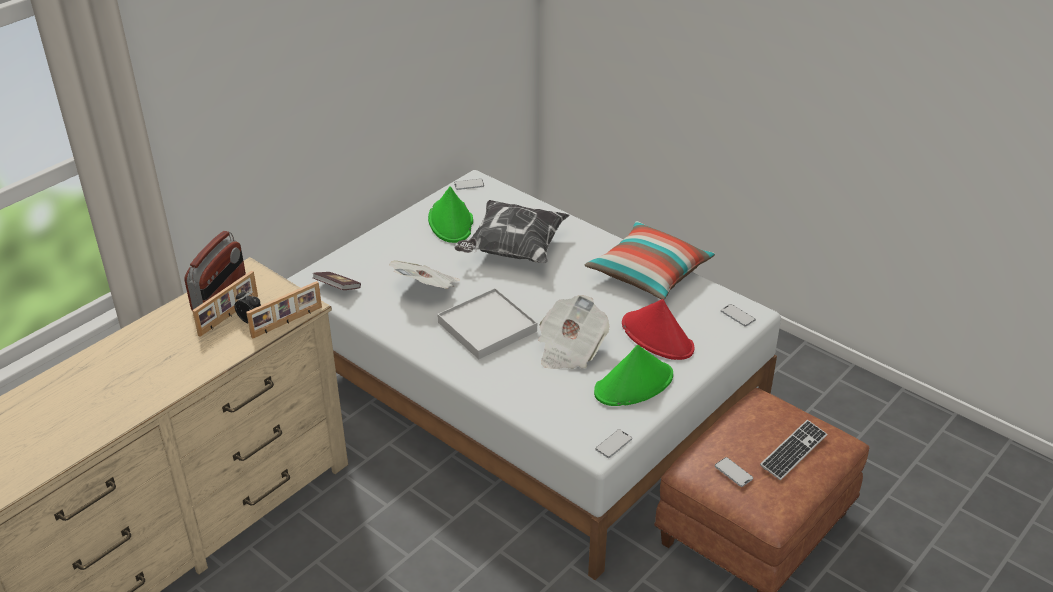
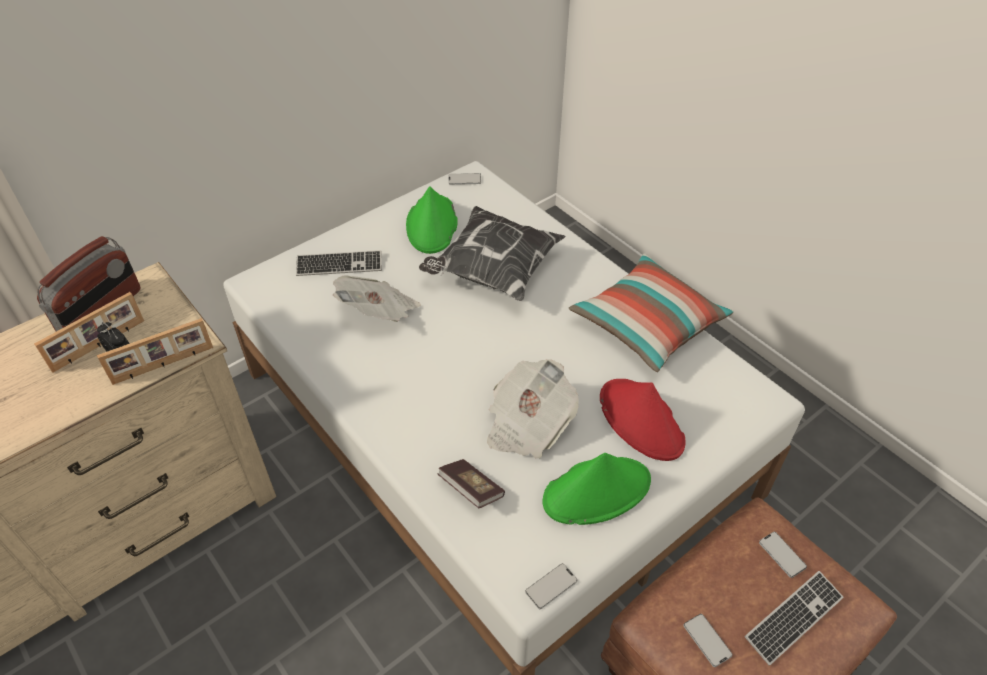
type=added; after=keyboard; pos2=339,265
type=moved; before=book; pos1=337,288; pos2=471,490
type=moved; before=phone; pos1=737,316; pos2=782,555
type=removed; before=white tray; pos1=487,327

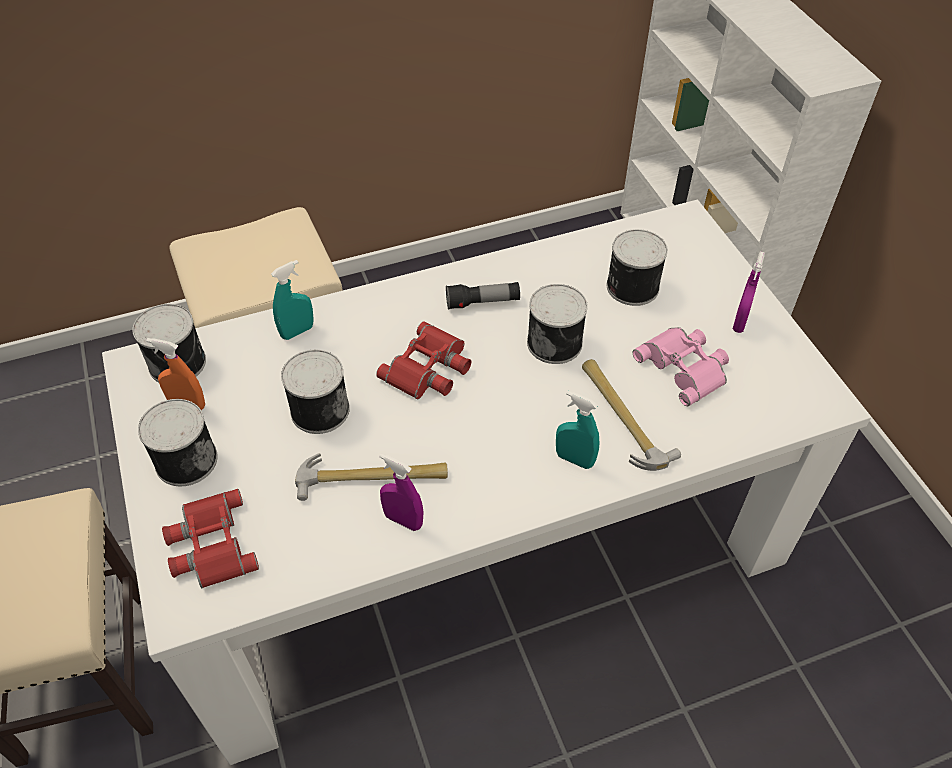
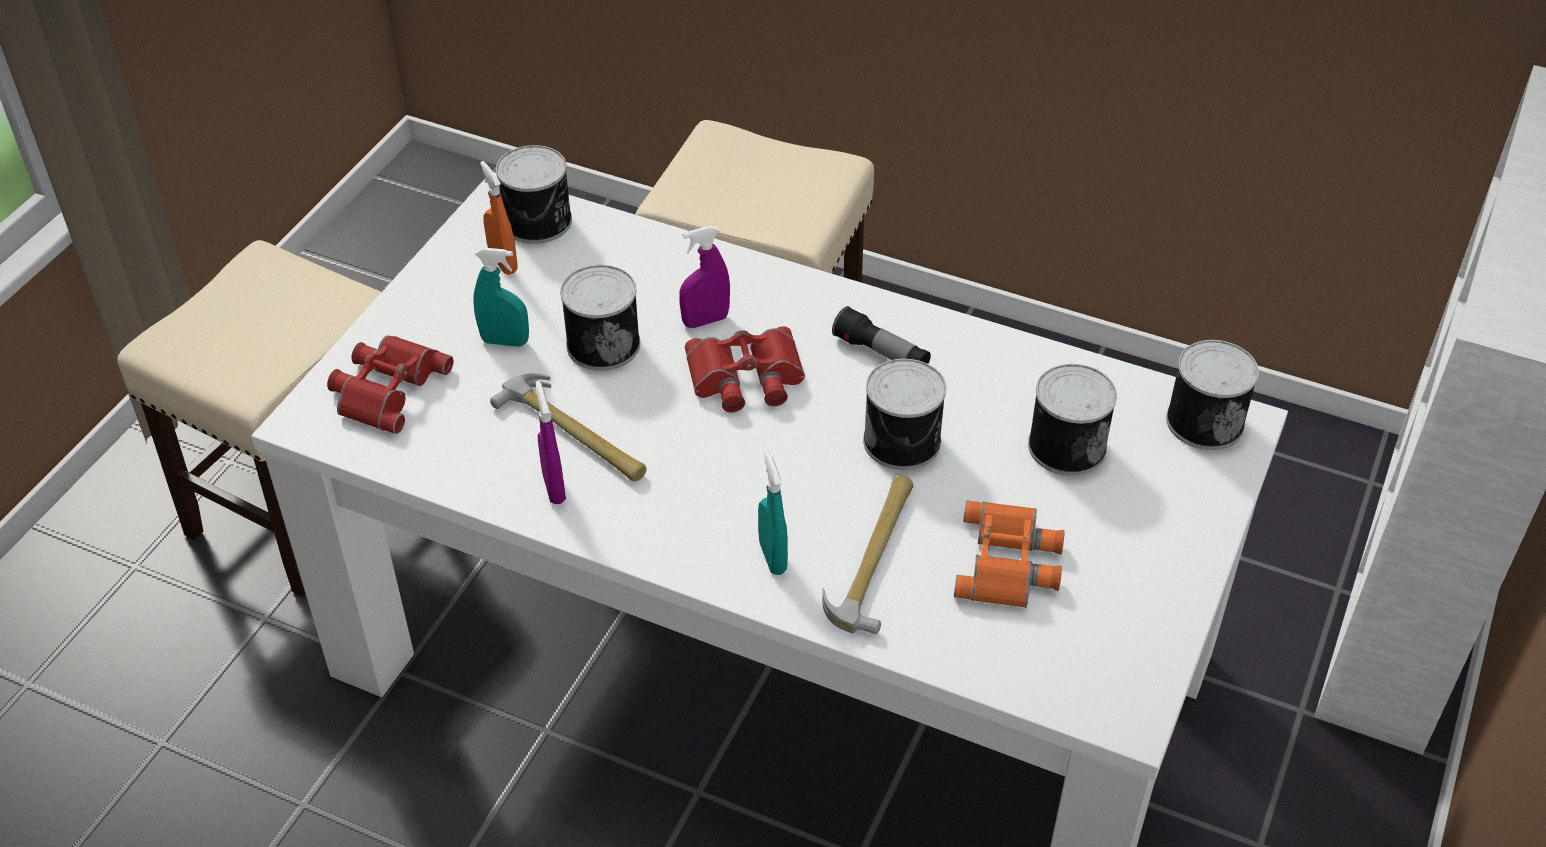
type=moved; before=turquoise spray bottle; pos1=297,331; pos2=505,341
type=moved; before=purple spray bottle; pos1=739,322; pos2=705,321
type=recoloured; before=pink binoculars; after=orange binoculars; pos1=685,367; pos2=1010,562
type=moved; before=can; pos1=185,459; pos2=1204,420

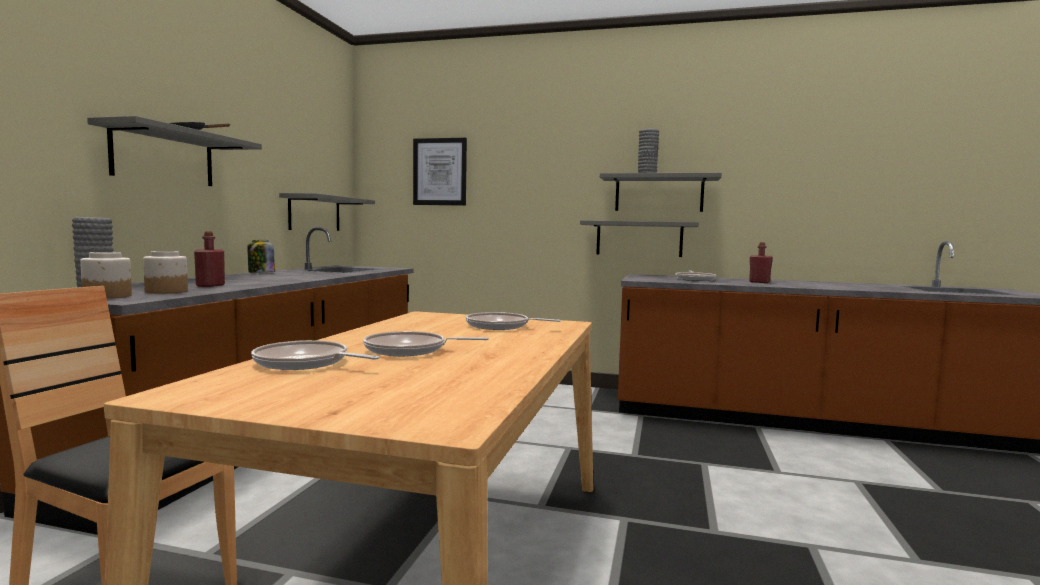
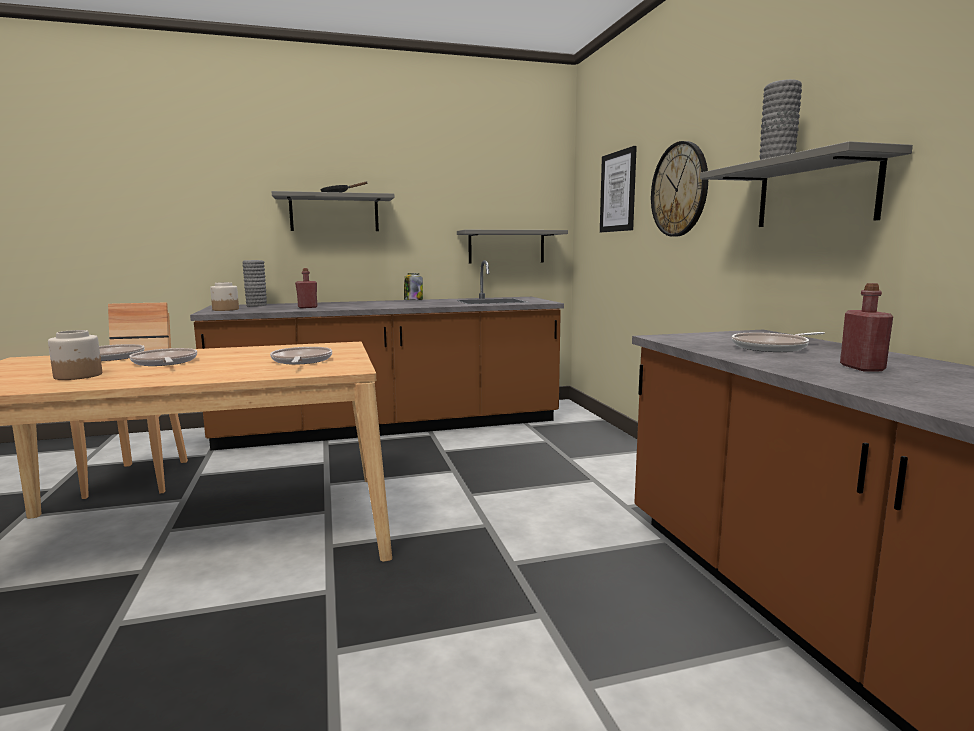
type=moved; before=jar; pos1=166,291; pos2=77,376
type=added; after=wall clock; pos2=679,189
type=removed; before=grey shelf; pos1=639,238

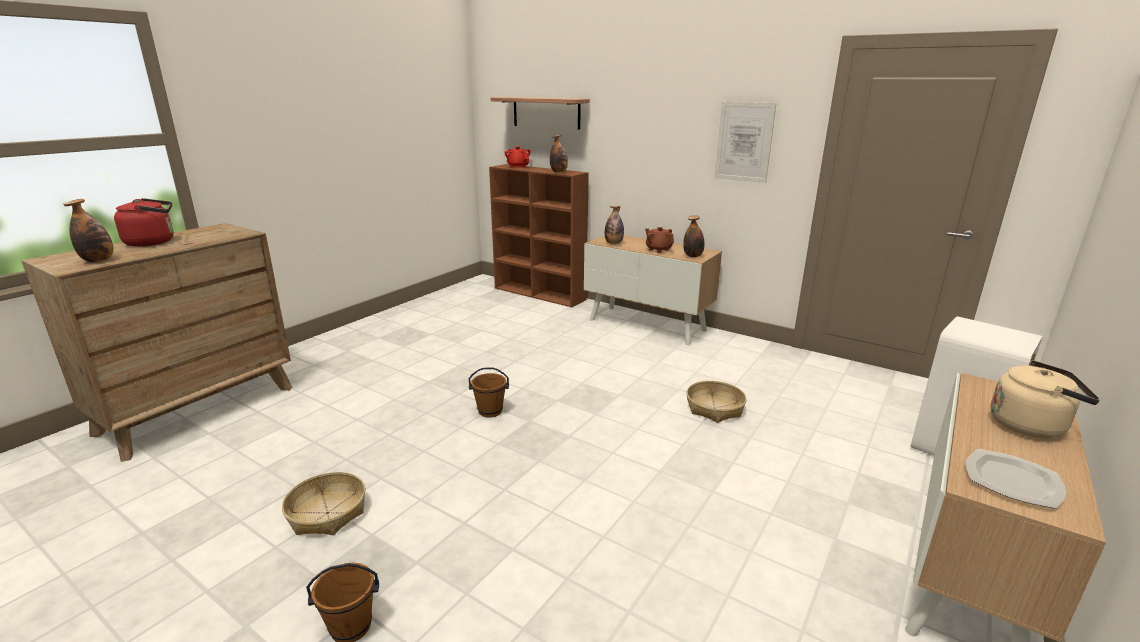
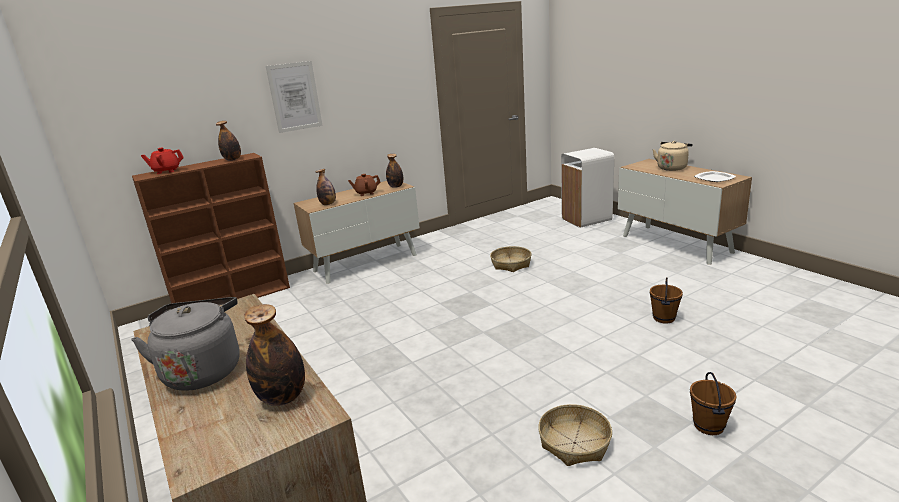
type=recoloured; before=red kettle; after=grey kettle; pos1=153,242; pos2=203,370
type=moved; before=picture; pos1=744,142; pos2=295,97
type=moved; before=brown bucket; pos1=490,411; pos2=663,318
type=removed; before=shelf; pos1=546,112

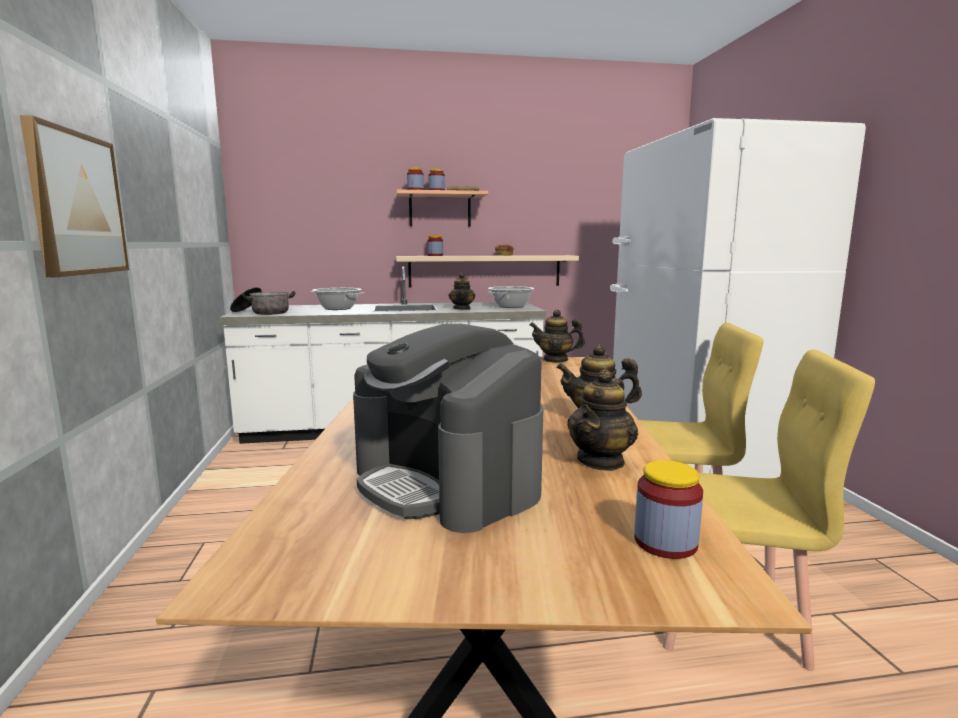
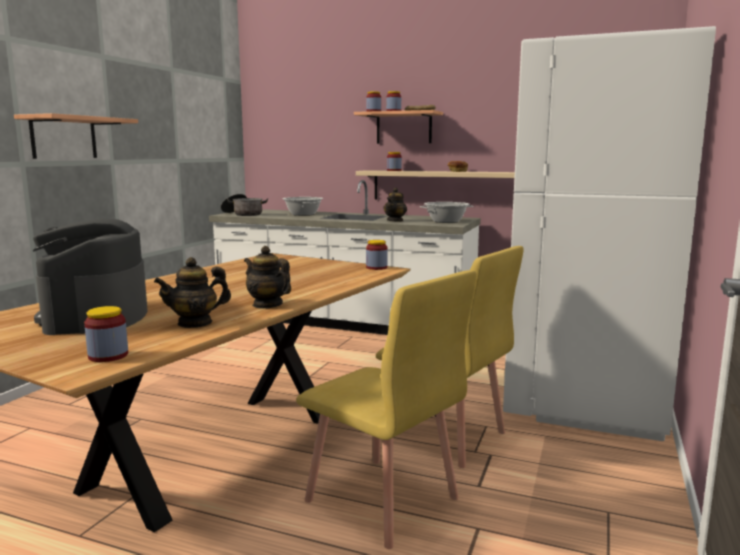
type=replaced; before=picture; after=shelf; pos1=76,204; pos2=64,138
type=replaced; before=teapot; after=jar; pos1=555,360; pos2=376,267

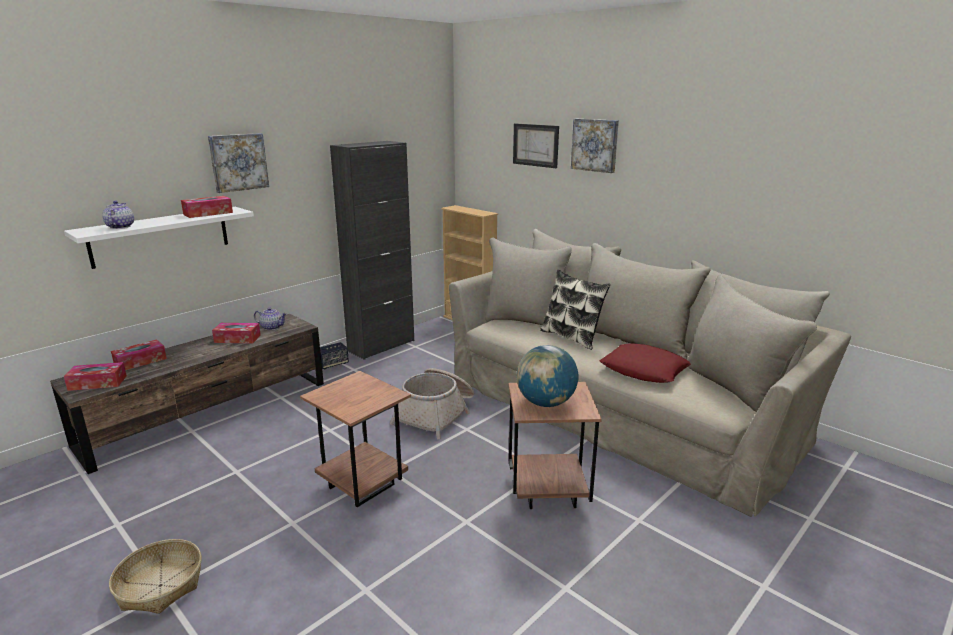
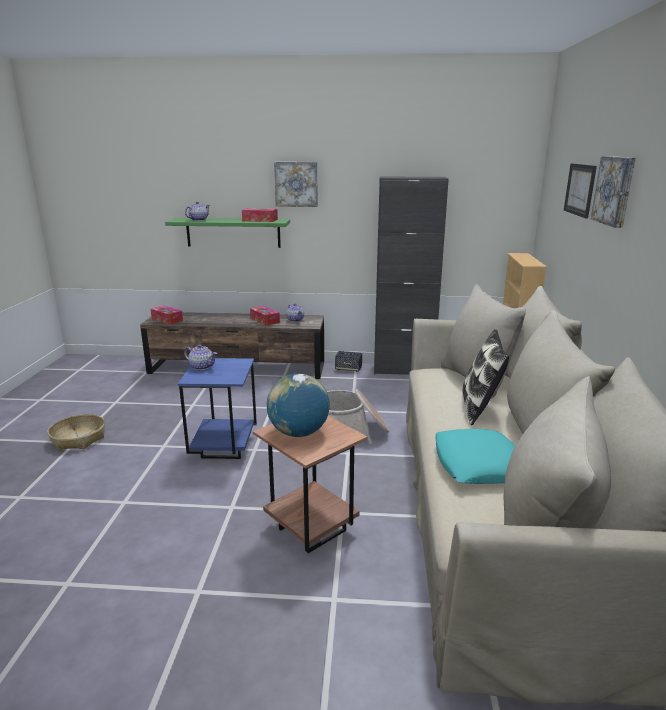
type=recoloured; before=white shelf; after=green shelf; pos1=160,236; pos2=233,232
type=recoloured; before=brown side table; after=blue side table; pos1=361,487; pos2=223,449
type=added; after=teapot; pos2=201,367
type=recoloured; before=red pillow; after=turquoise pillow; pos1=644,370; pos2=478,465
type=removed; before=tissue box; pos1=140,361

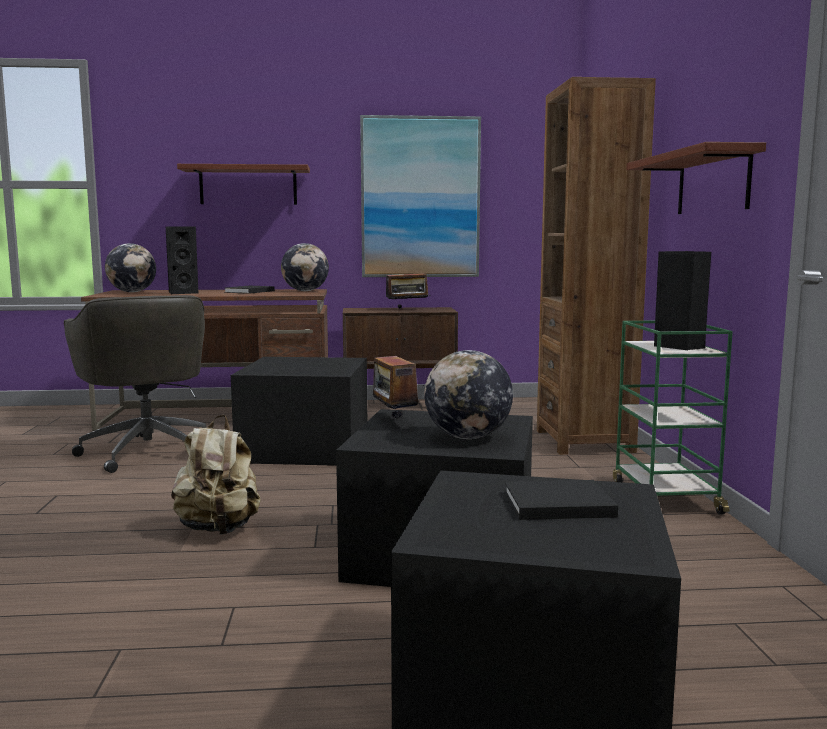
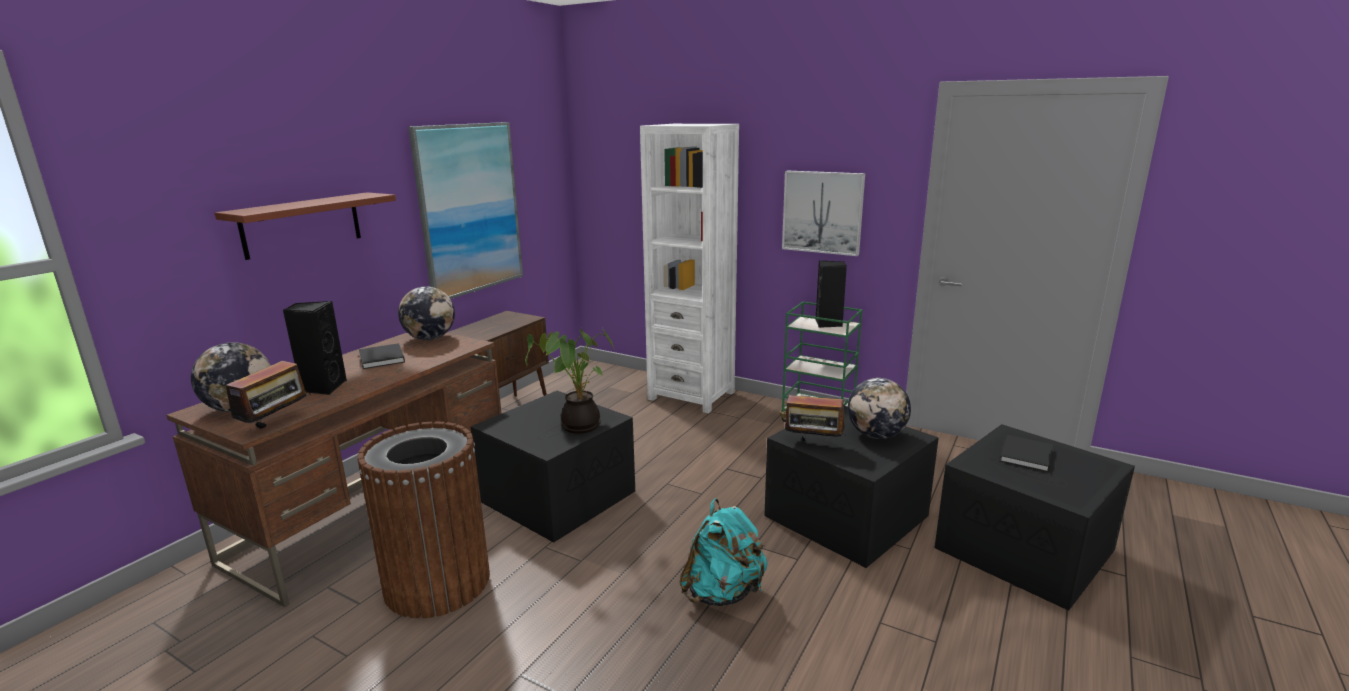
type=moved; before=radio; pos1=407,309; pos2=276,424
type=replaced; before=grey office chair; after=brown trash can; pos1=147,451; pos2=437,583
type=added; after=potted plant; pos2=577,425
type=recoloured; before=brown bookcase; after=white bookcase; pos1=584,441; pos2=691,395
type=recoloured; before=beige backpack; after=turquoise backpack; pos1=219,529; pos2=723,593
type=replaced; before=shelf; after=picture; pos1=712,183; pos2=822,212

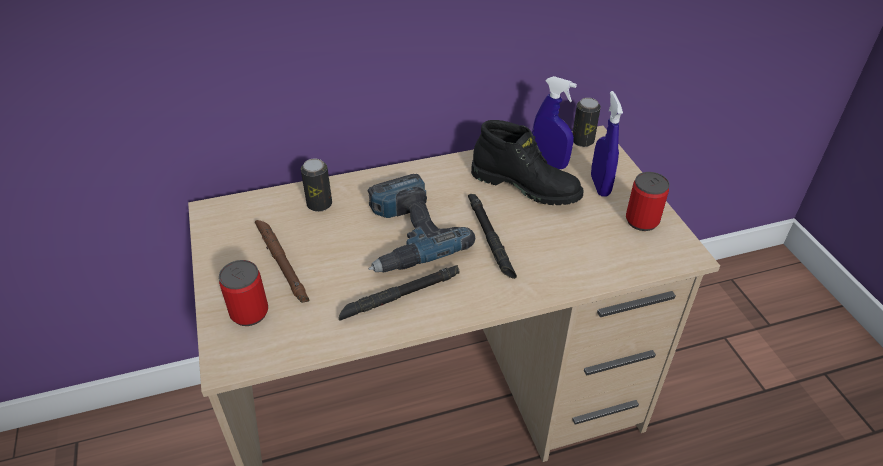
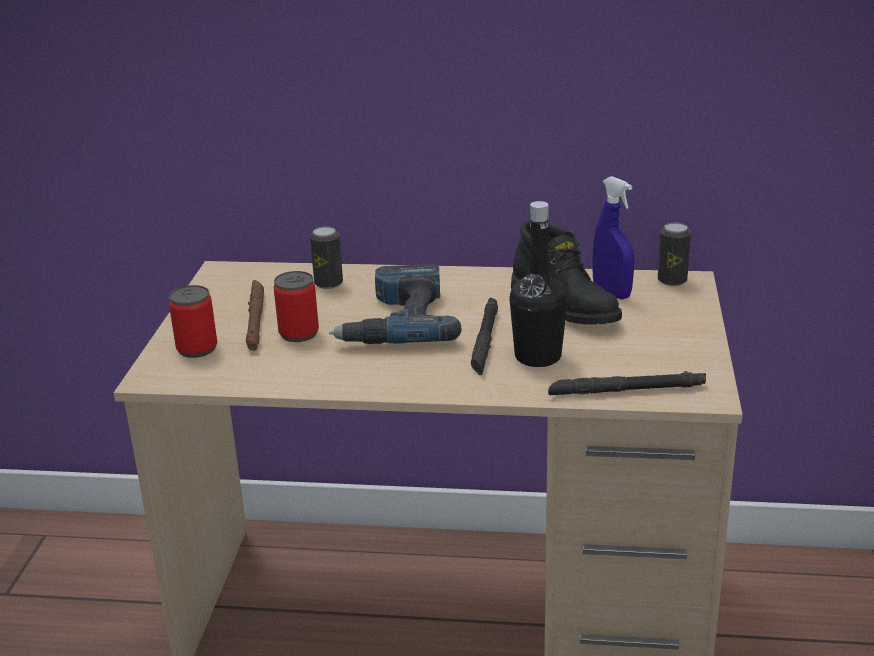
type=moved; before=can; pos1=642,221; pos2=299,333
type=added; after=black bottle; pos2=538,357
type=moved; before=black flashlight; pos1=400,296; pos2=627,390
type=removed; before=blue spray bottle; pos1=600,186

